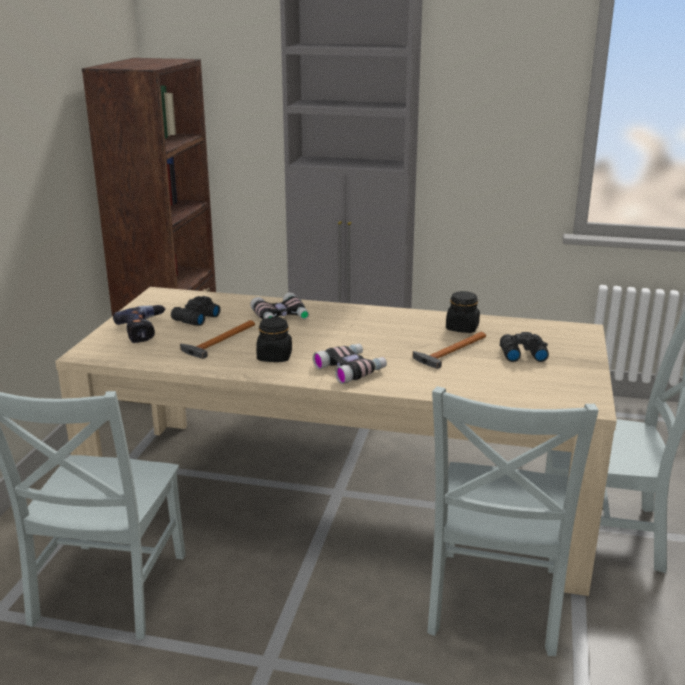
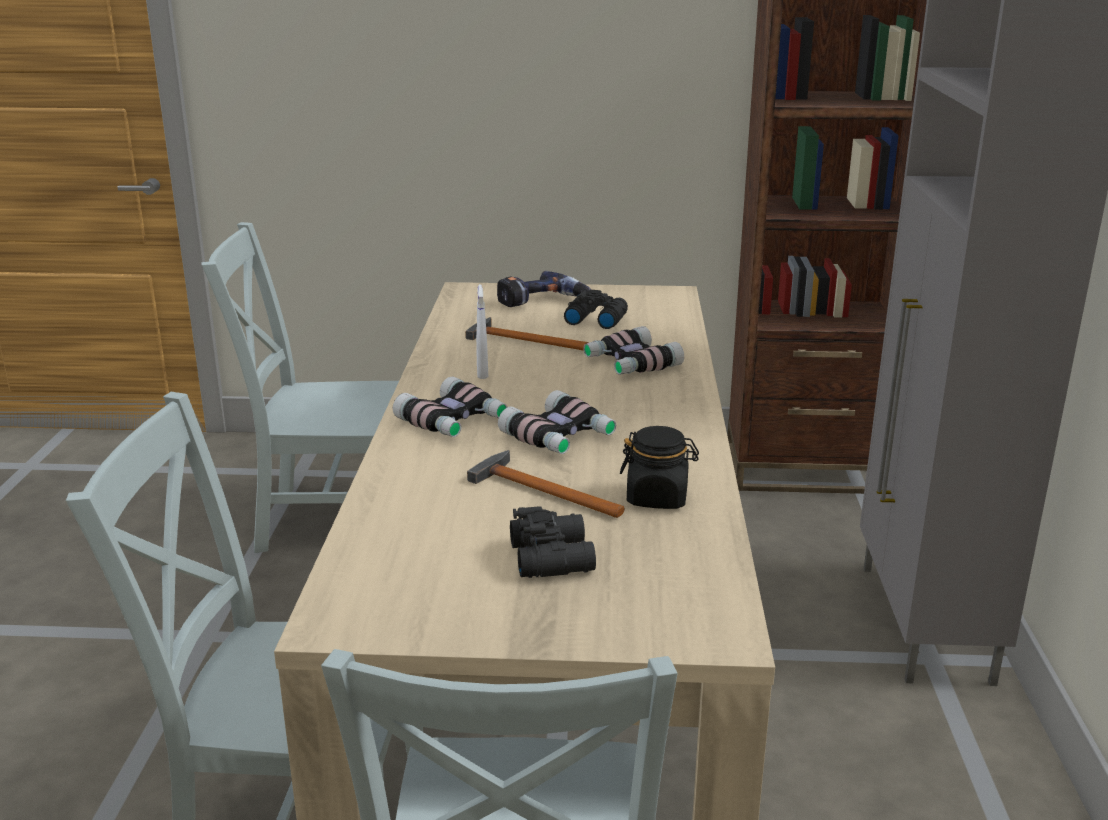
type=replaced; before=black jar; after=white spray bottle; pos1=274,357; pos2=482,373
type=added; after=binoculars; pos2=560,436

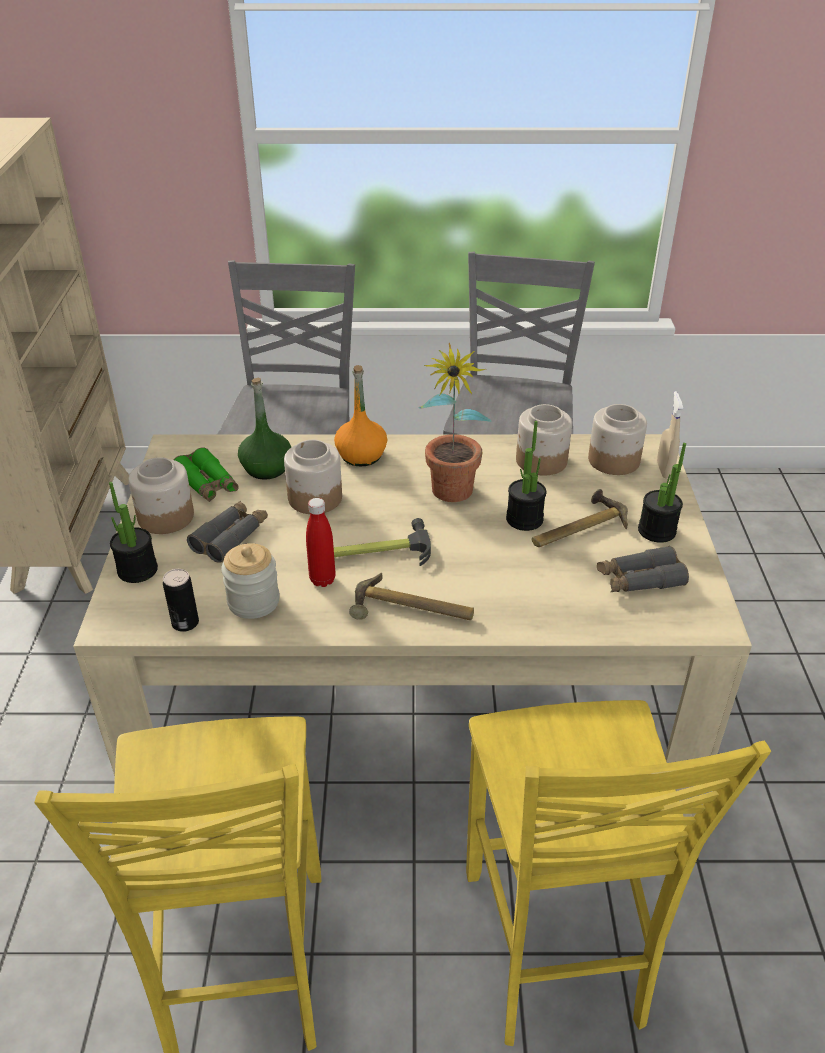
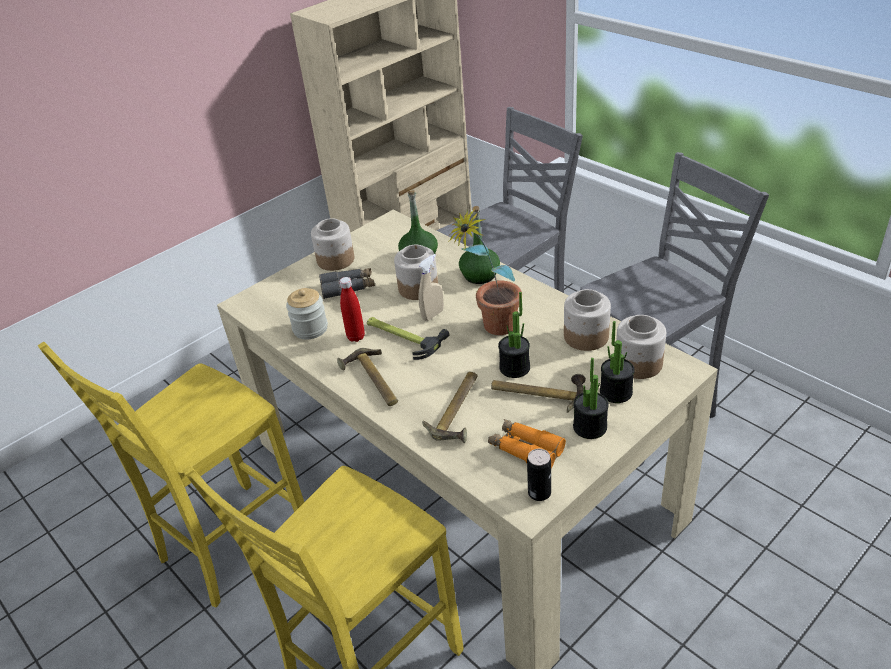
type=moved; before=beige spray bottle; pos1=664,470; pos2=433,315
type=added; after=hammer; pos2=460,410
type=recoloured; before=orange bottle; after=green bottle; pos1=361,455; pos2=480,275
type=recoloured; before=grey binoculars; after=orange binoculars; pos1=639,580; pos2=525,449
type=moved; before=can; pos1=185,623; pos2=539,493
type=moved; before=potted plant; pos1=137,570; pos2=616,392
type=removed; before=green binoculars; pos1=207,484

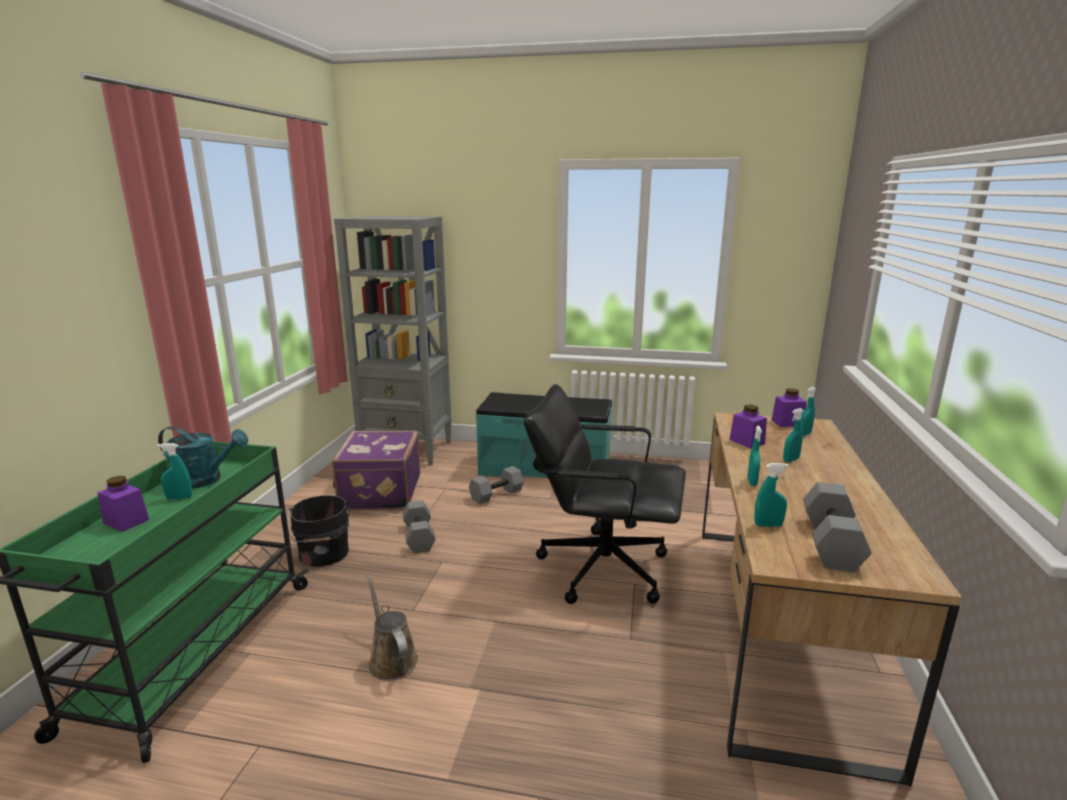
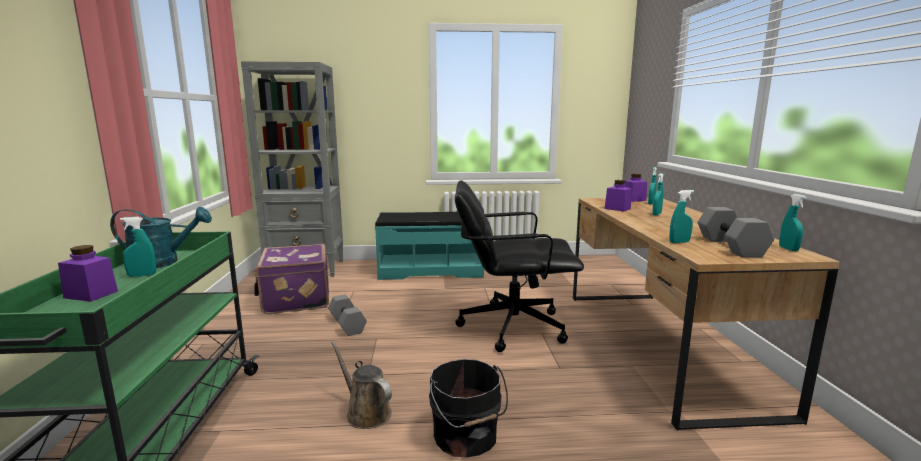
type=moved; before=black bucket; pos1=323,554; pos2=466,437
type=moved; before=turquoise spray bottle; pos1=752,482; pos2=788,249
type=removed; before=grey dumbbell; pos1=496,494

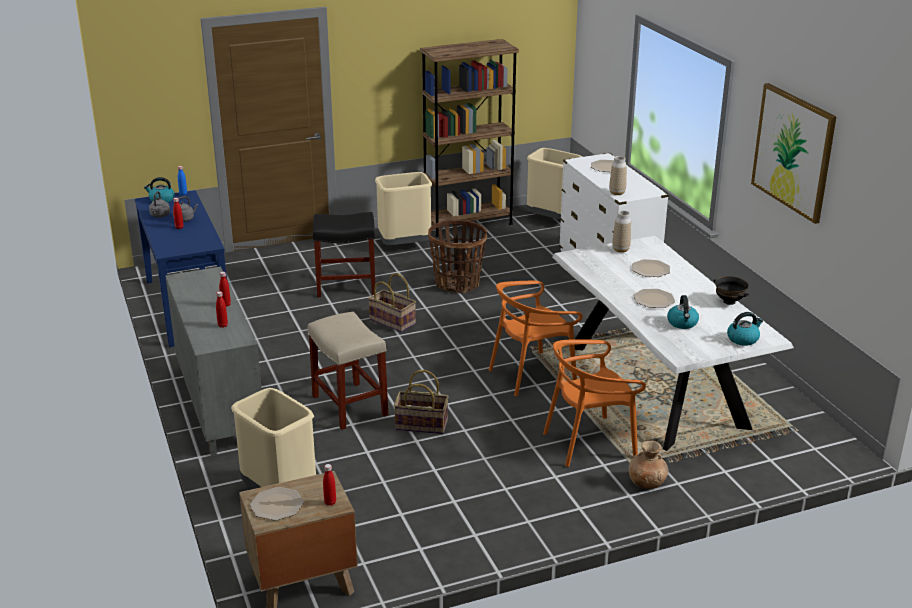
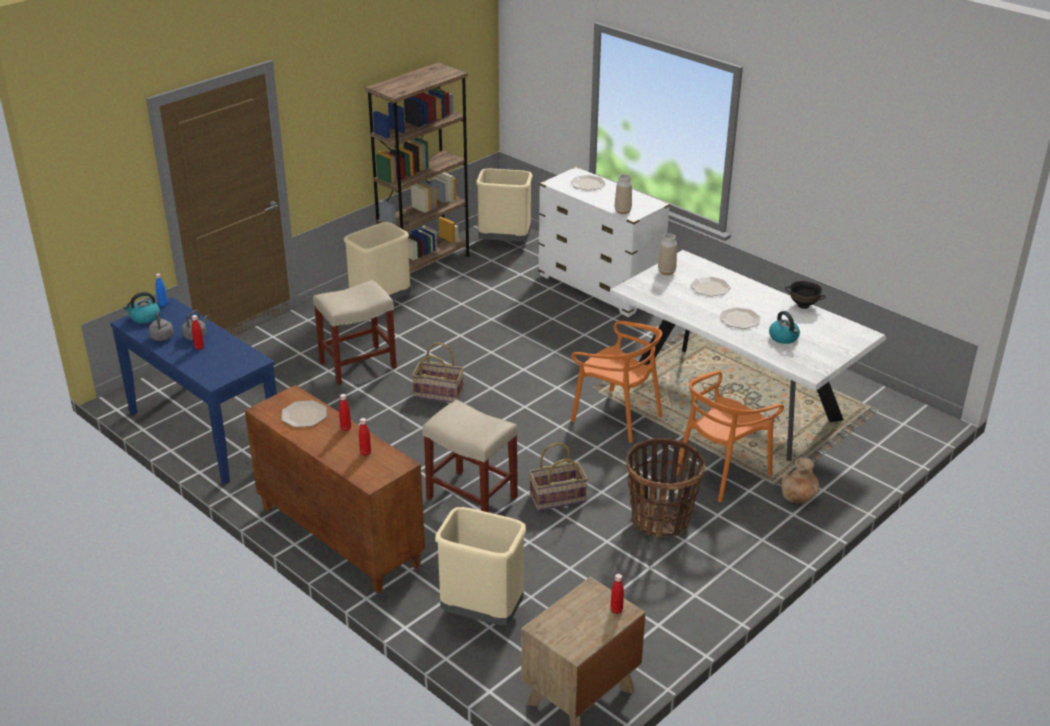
type=recoloured; before=grey cabinet; after=brown cabinet; pos1=218,406; pos2=338,536
type=moved; before=plate; pos1=276,505; pos2=304,415
type=recoloured; before=black stool; after=beige stool; pos1=347,286; pos2=358,364
type=turned; before=orange chair; pos1=532,375; pos2=617,416; turn=-90
type=moved; before=basket; pos1=457,284; pos2=660,520
type=removed; before=kettle; pos1=743,339
type=removed; before=picture; pos1=793,151

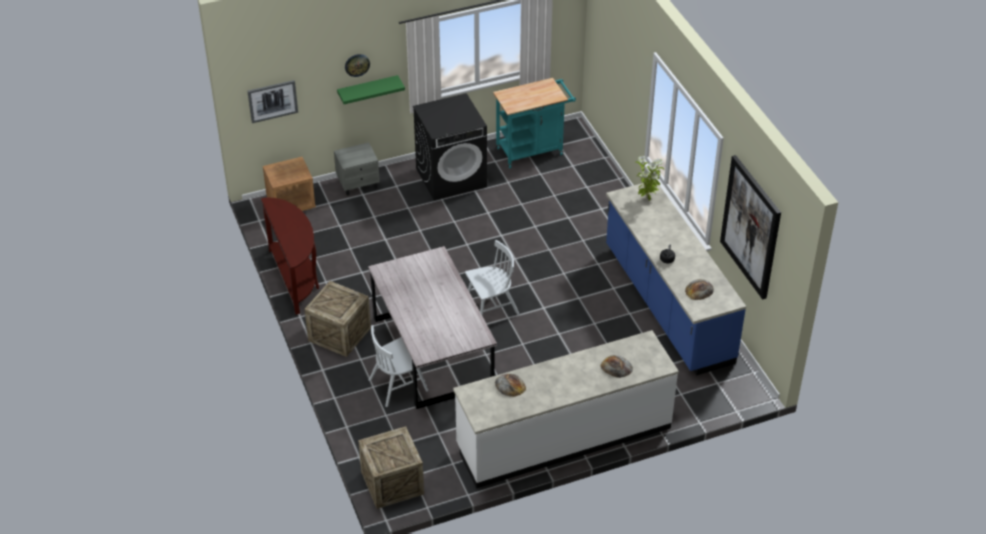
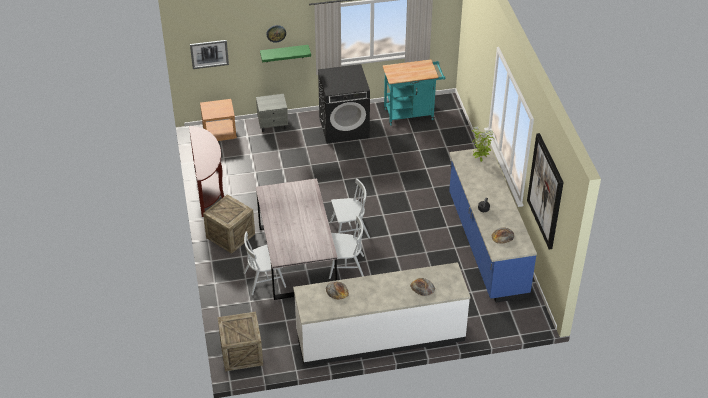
type=added; after=white chair; pos2=346,267

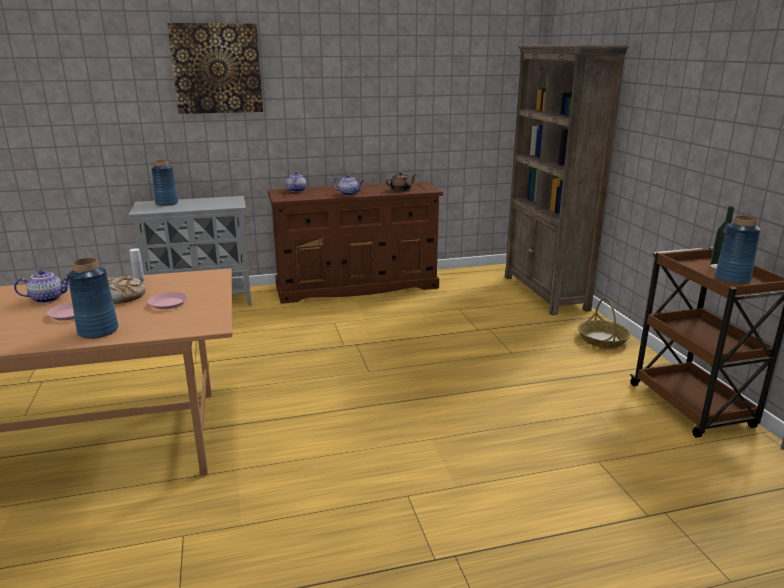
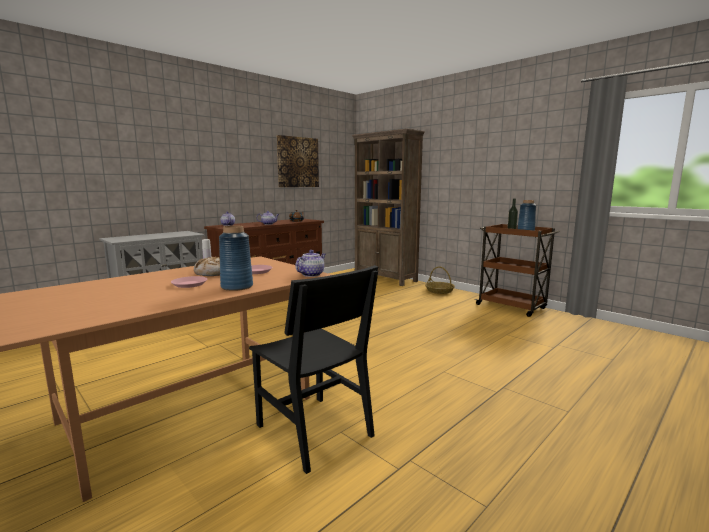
type=added; after=black chair; pos2=313,430
type=moved; before=picture; pos1=217,69; pos2=297,162
type=moved; before=teapot; pos1=48,299; pos2=311,274
type=removed; before=blue vase; pos1=166,203

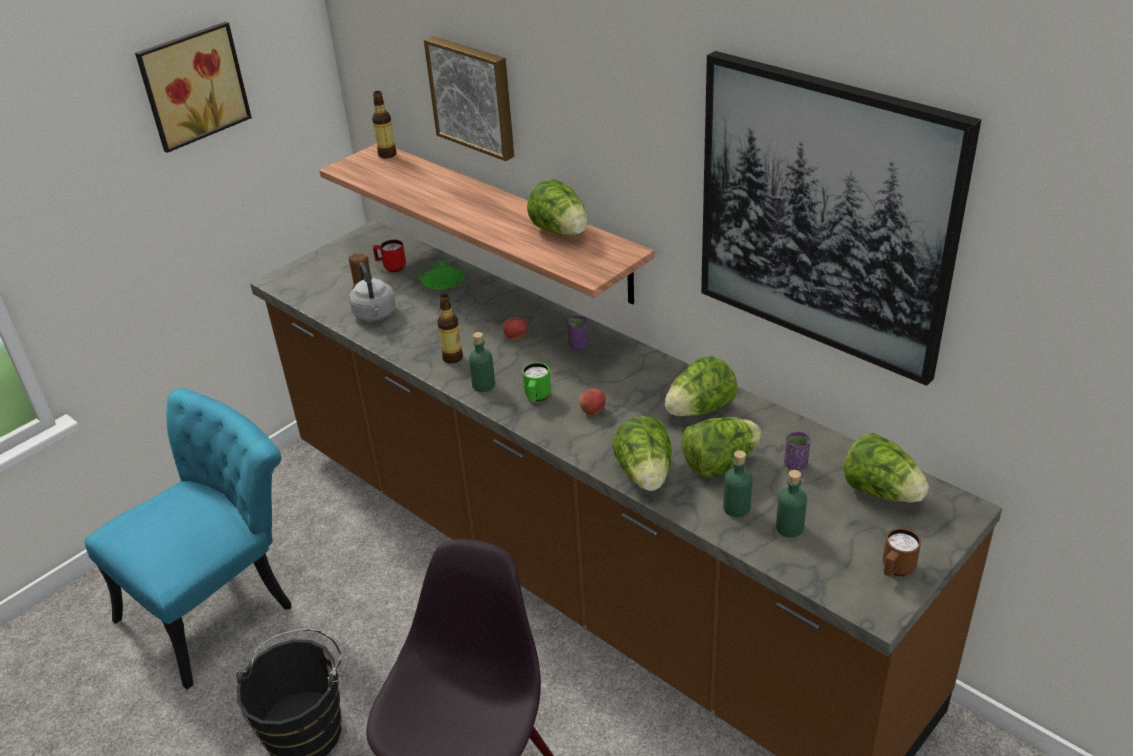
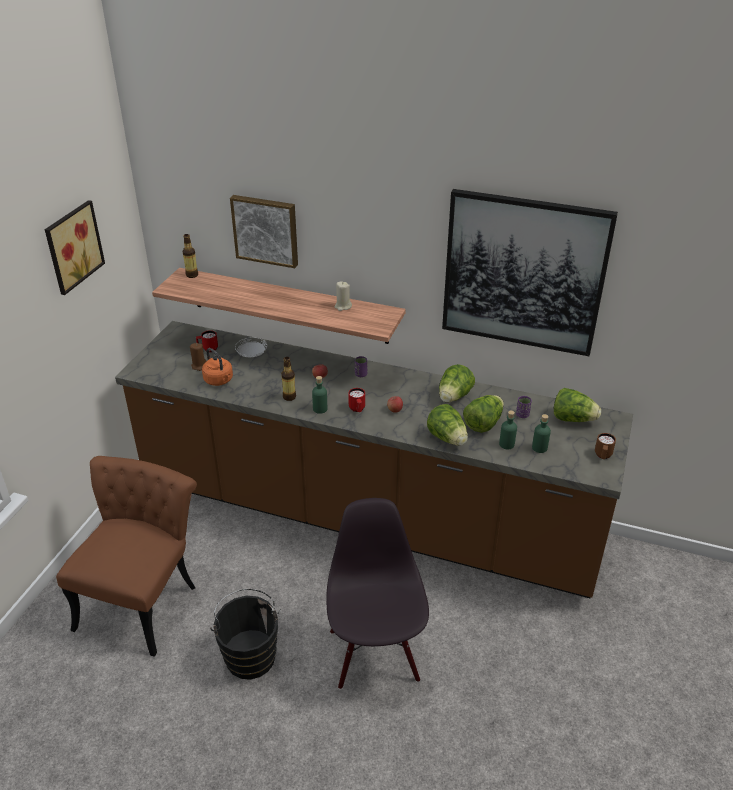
type=recoloured; before=turquoise chair; after=brown chair; pos1=221,603; pos2=143,598
type=recoloured; before=grey kettle; after=orange kettle; pos1=375,315; pos2=219,381
type=recoloured; before=green plate; after=white plate; pos1=444,286; pos2=252,355
type=replaced; before=lettuce; after=beige candle; pos1=561,231; pos2=343,306
type=recoloured; before=green mug; after=red mug; pos1=537,398; pos2=357,410

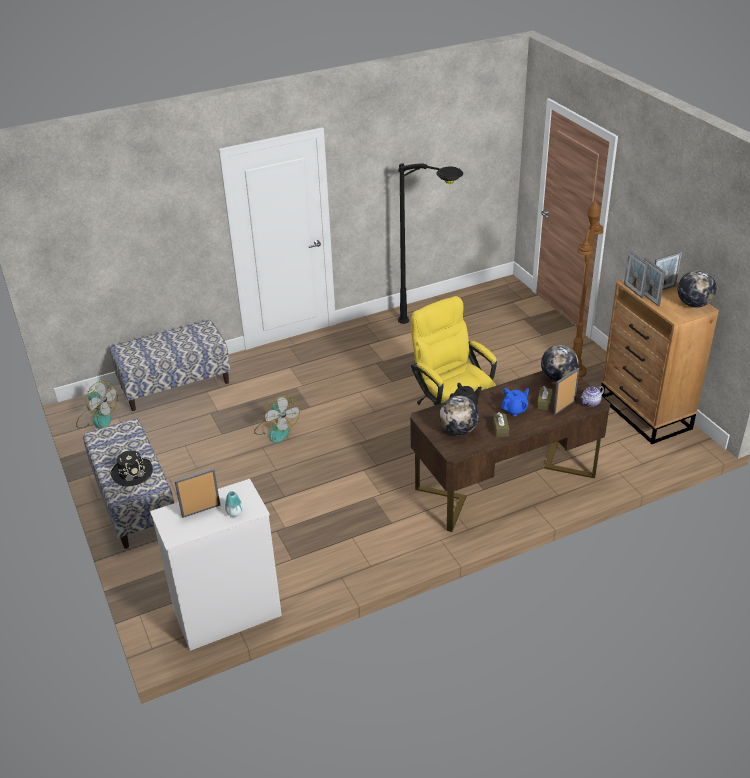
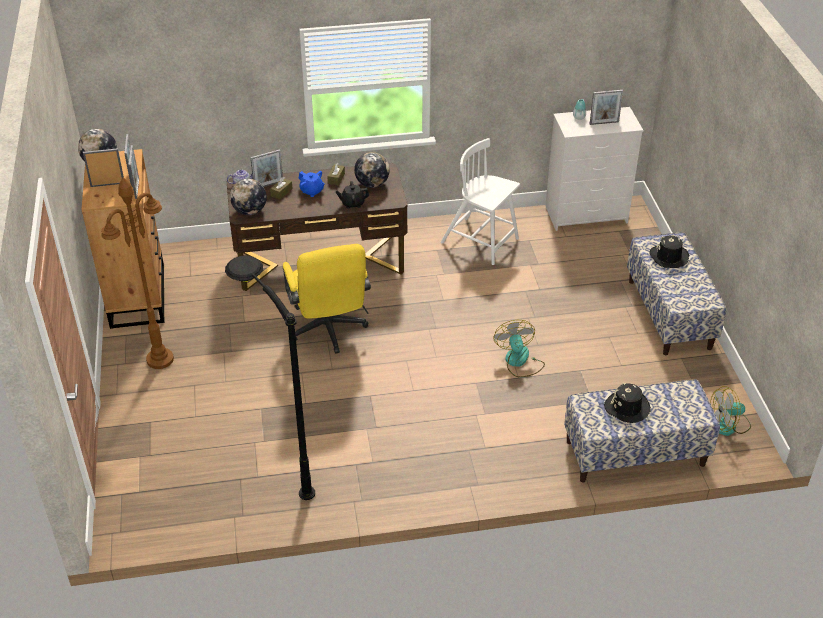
type=turned; before=blue teapot; pos1=515,410; pos2=312,191; turn=-120
type=added; after=white chair; pos2=481,241
type=added; after=black hat; pos2=627,408
type=turned; before=fan; pos1=97,418; pos2=727,424; turn=-60

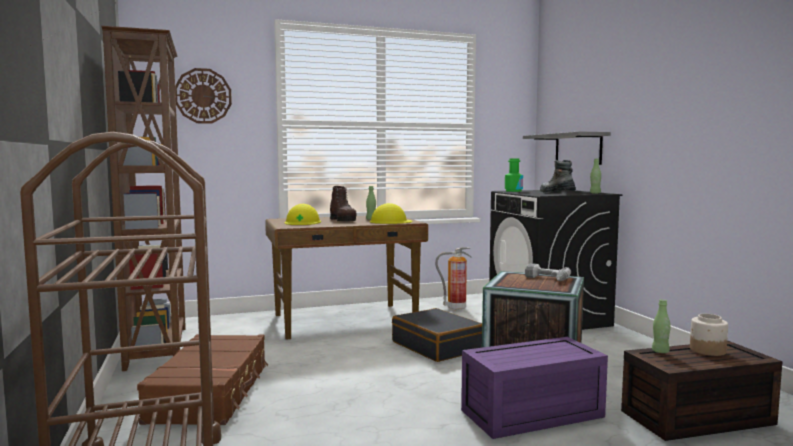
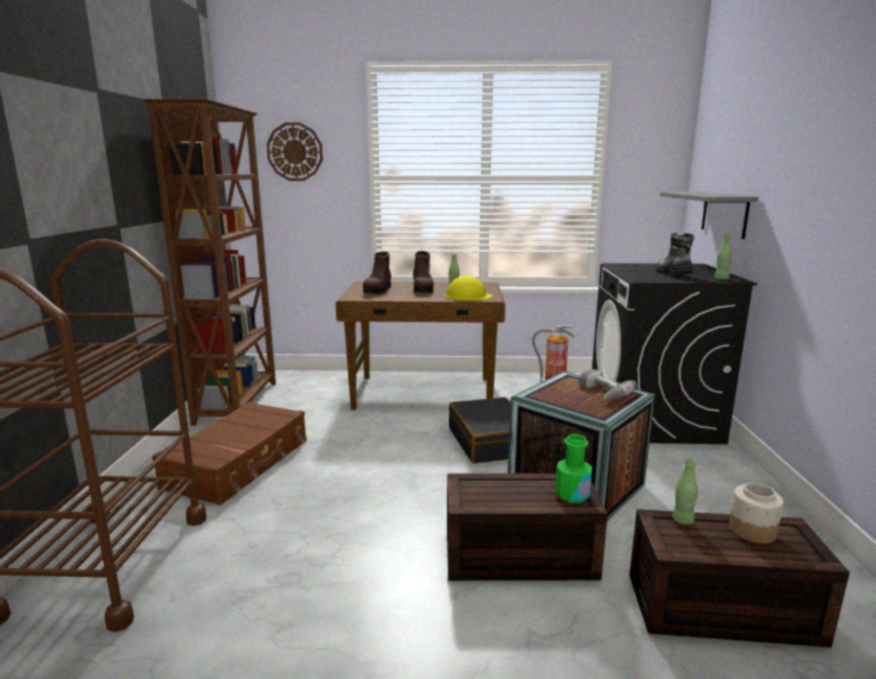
type=replaced; before=yellow hard hat; after=brown boot; pos1=302,222; pos2=378,291
type=recoloured; before=purple storage box; after=brown storage box; pos1=531,415; pos2=517,557
type=moved; before=green bottle; pos1=513,191; pos2=572,495

